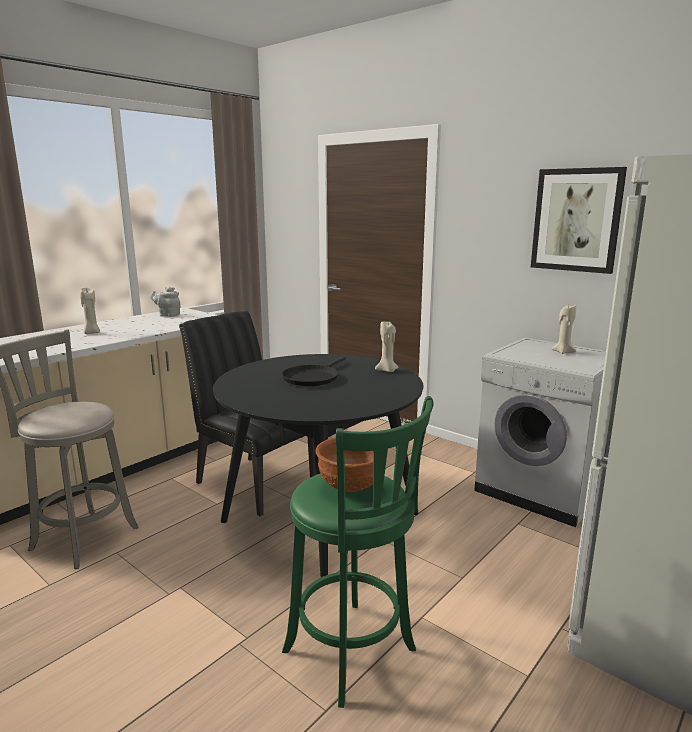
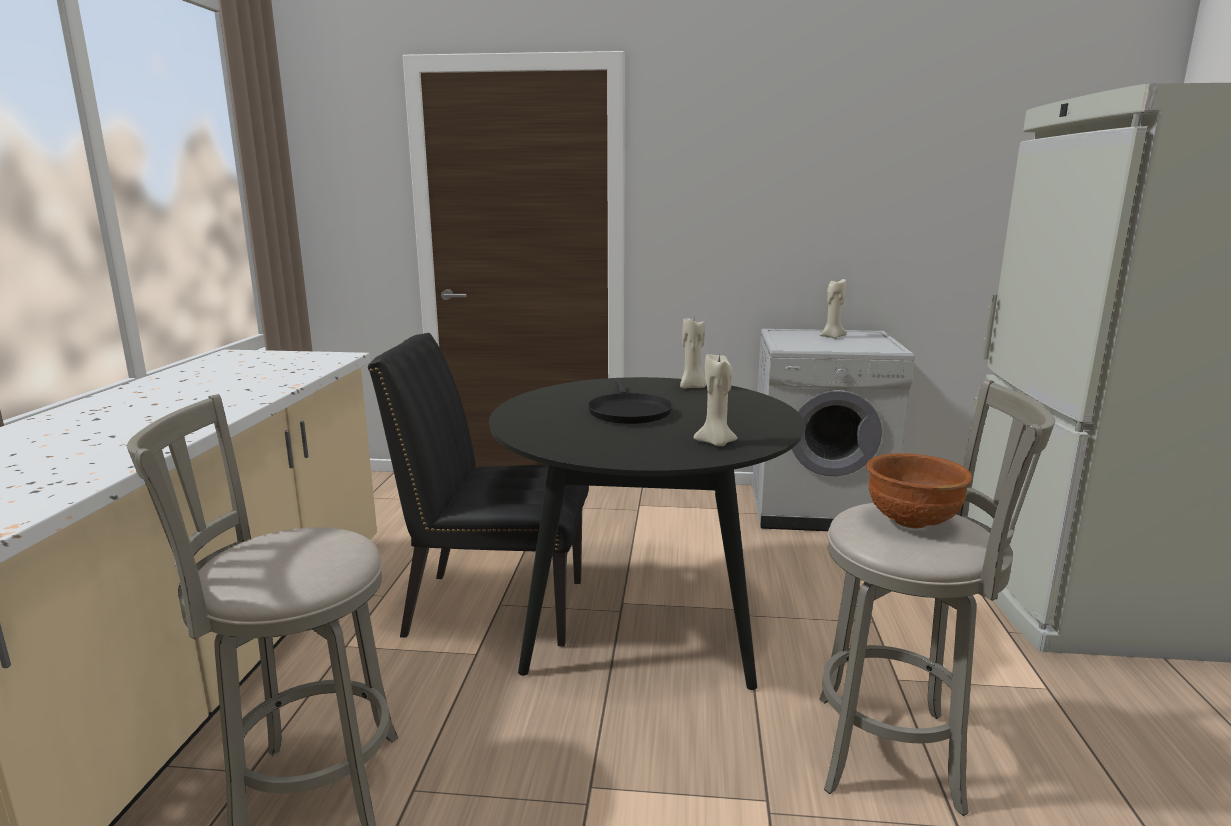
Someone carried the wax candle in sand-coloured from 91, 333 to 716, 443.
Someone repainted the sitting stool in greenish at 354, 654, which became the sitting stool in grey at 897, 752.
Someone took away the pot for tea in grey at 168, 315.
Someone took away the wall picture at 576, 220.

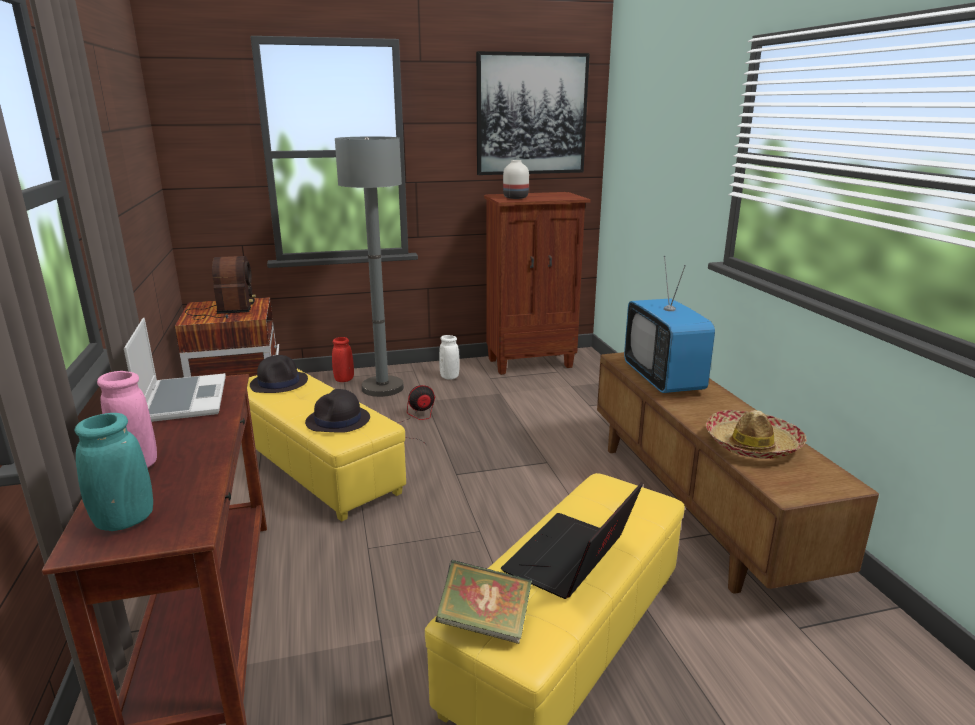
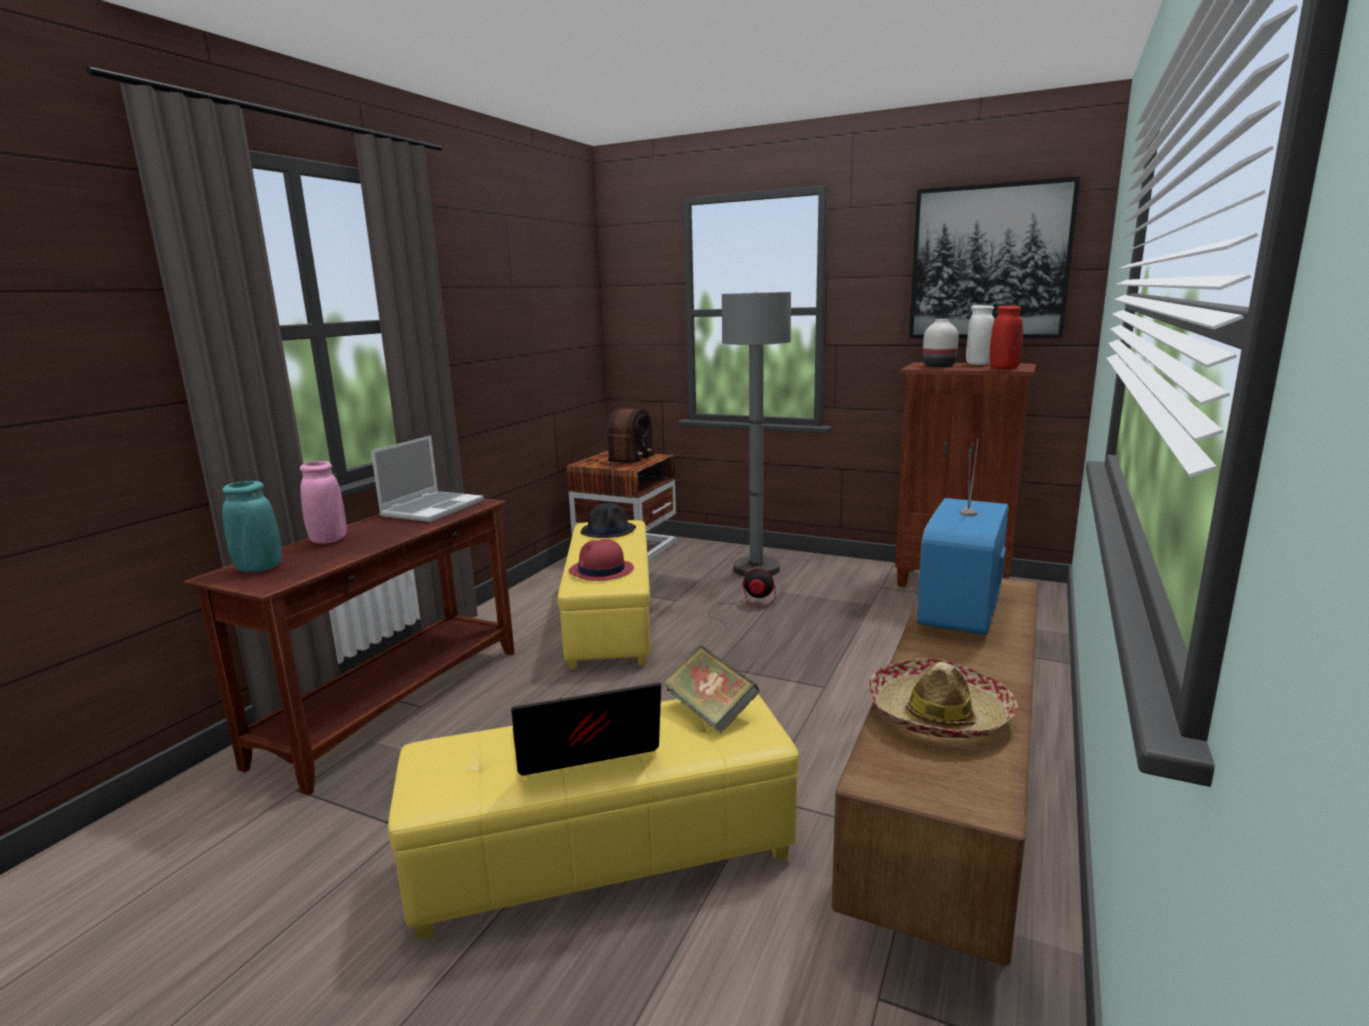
Someone repainted the hat in black-coloured at 338, 421, which became the hat in red-coloured at 601, 571.
Someone carried the bound book from 484, 623 to 710, 711.
Someone carried the flower vase in white-coloured from 449, 377 to 978, 364.
Someone carried the flower vase in red-coloured from 344, 379 to 1004, 368.

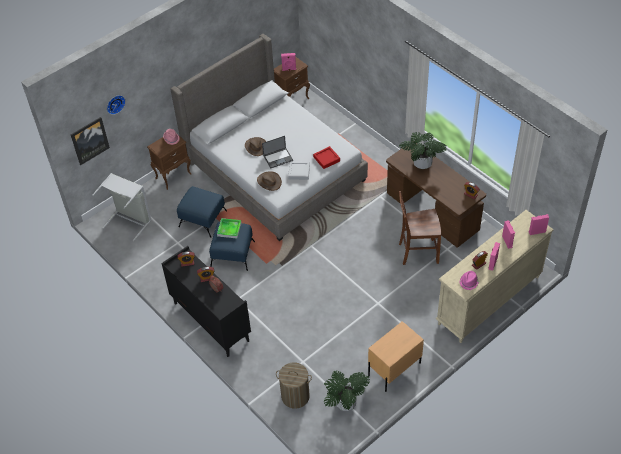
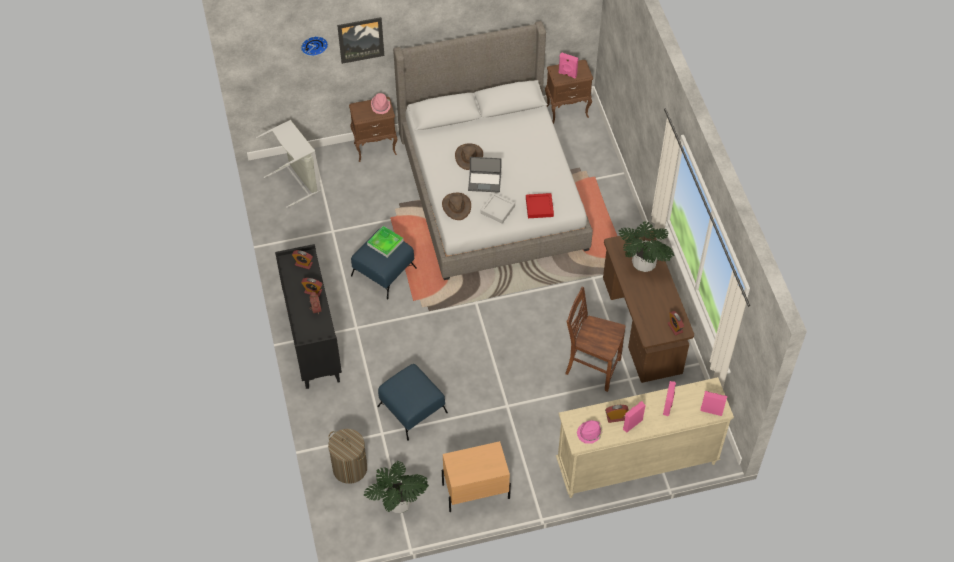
Someone carried the wall picture from 89, 140 to 360, 39.
Someone carried the pouffe in blue from 202, 218 to 412, 409.

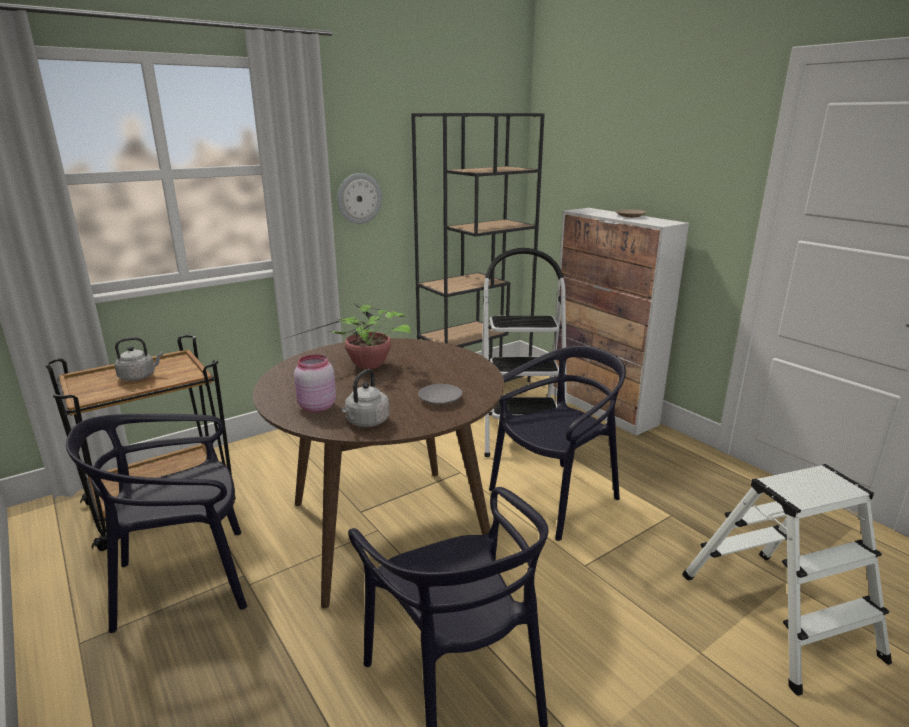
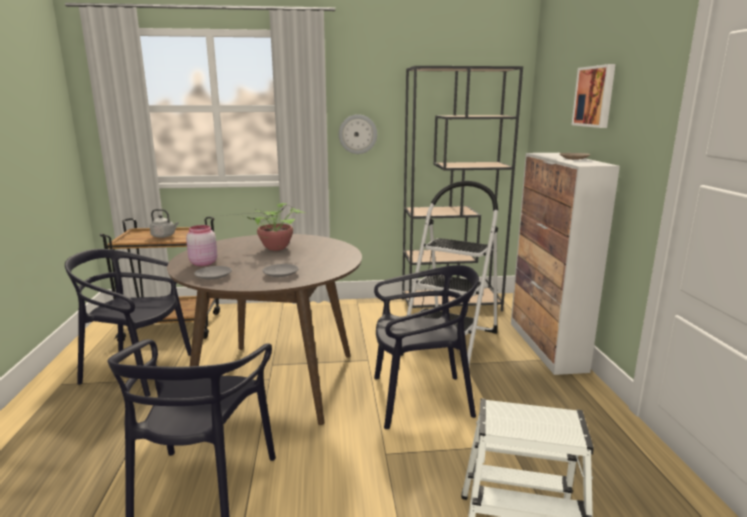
Someone swapped the tea kettle in grey at 366, 422 for the flat dish in grey at 213, 276.
Someone put up the wall picture at 595, 96.

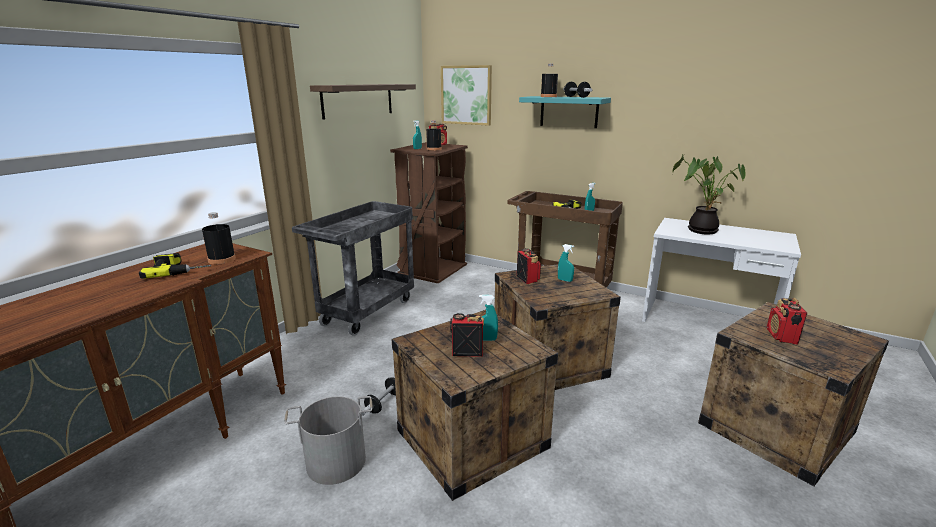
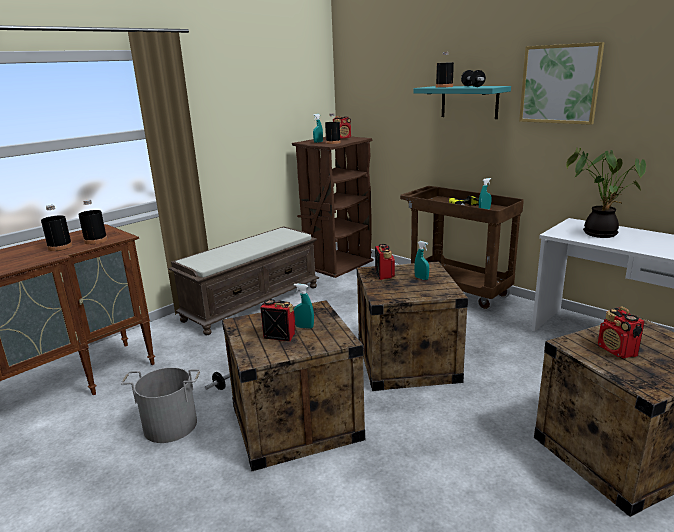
Someone swapped the electric drill at 180, 269 for the bottle in black-coloured at 60, 247.
Someone swapped the cart in grey at 365, 315 for the indoor bench in brown-coloured at 252, 302.
Someone carried the wall picture from 466, 95 to 560, 84.
Someone rotated the radio at 782, 337 by 45 degrees counterclockwise.
Someone took away the bracket shelf at 358, 100.

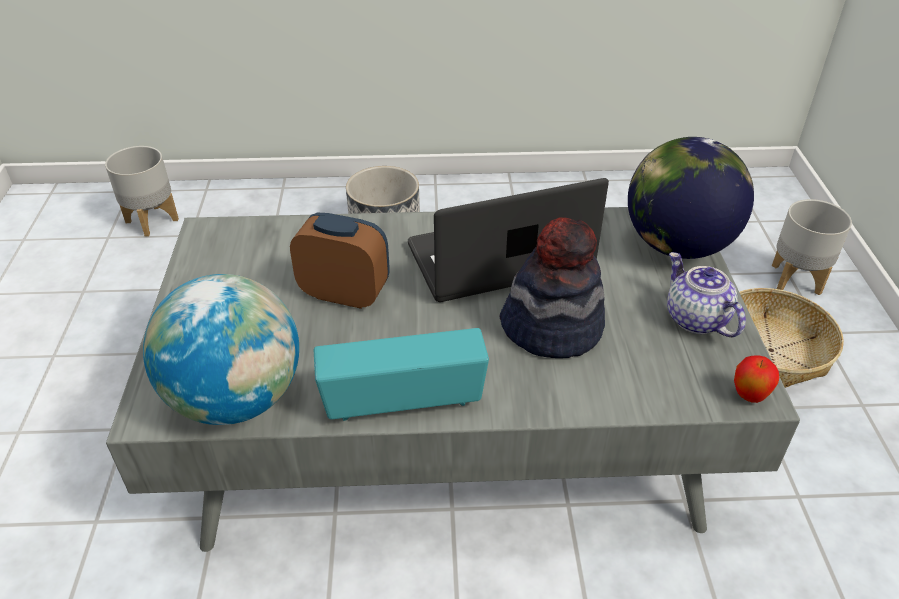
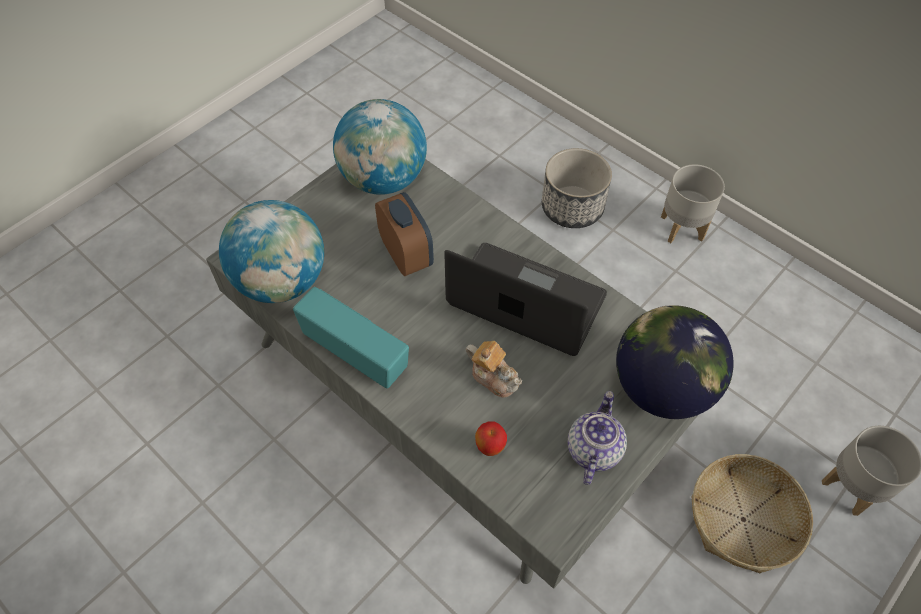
Someone put down the desk globe at 384, 179.
Someone swapped the hat at 552, 327 for the pot for tea at 494, 377.
Someone carried the apple from 749, 396 to 490, 447.
Someone carried the plant pot in grey from 152, 221 to 682, 228.

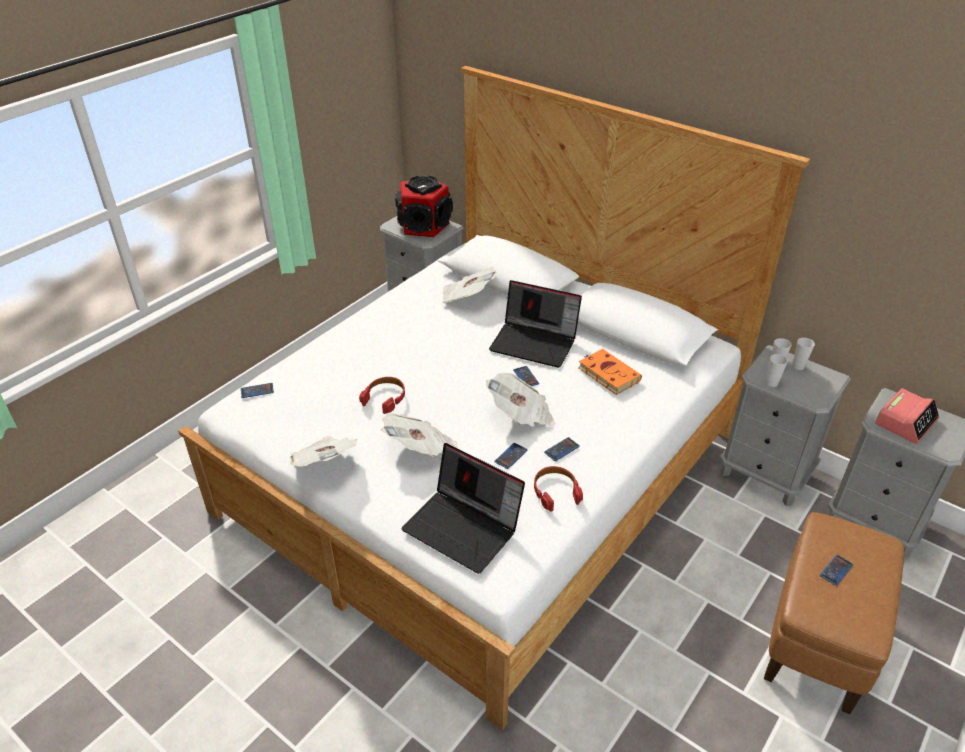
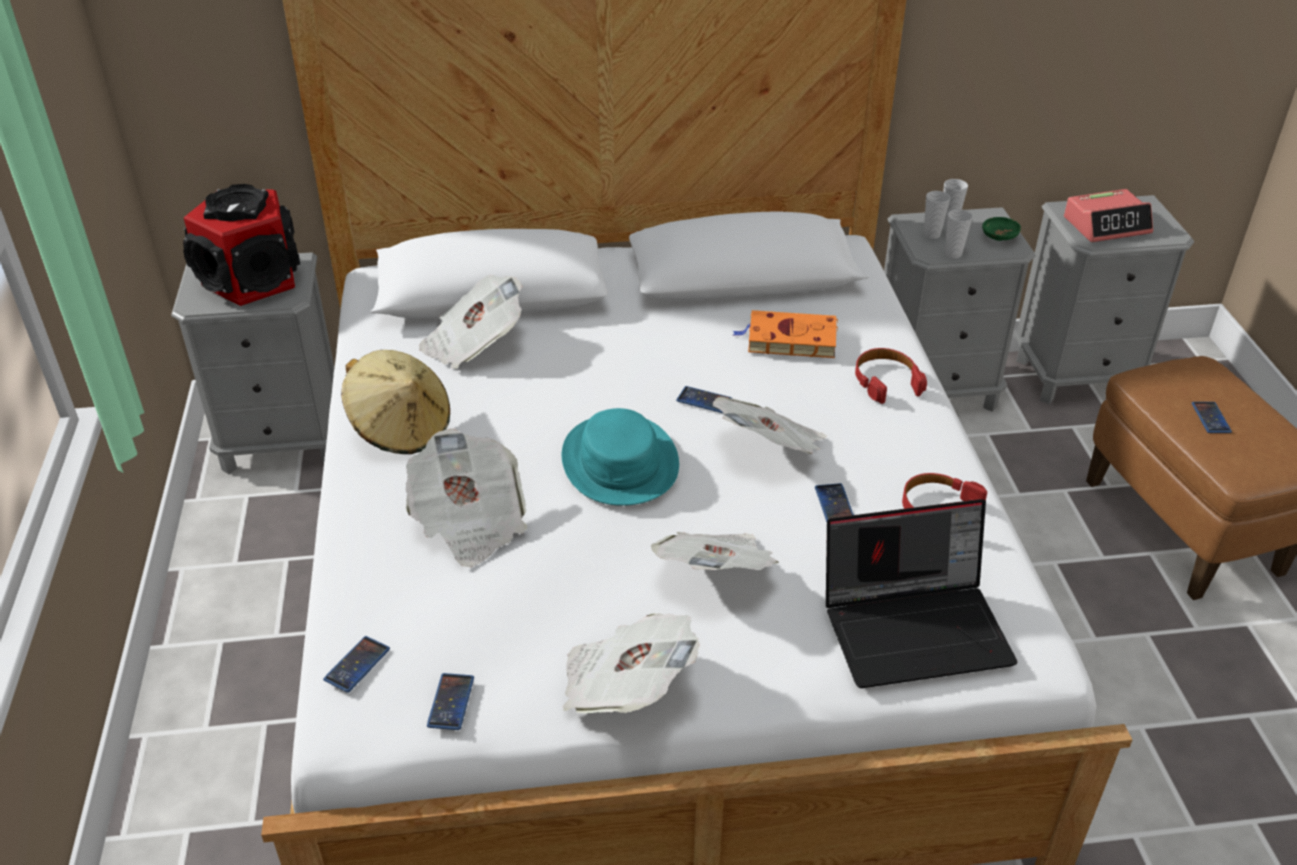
Someone put down the hat in sand-coloured at 401, 429.
Someone put down the newspaper at 469, 522.
Someone carried the phone from 561, 449 to 451, 702.
Someone put down the hat in blue-green at 620, 461.
Someone carried the headphones in red-coloured from 385, 398 to 886, 381.
Someone put down the deep dish in greenish at 999, 238.
Someone rotated the table clock at 906, 421 by 75 degrees clockwise.
Someone took away the laptop at 535, 343.

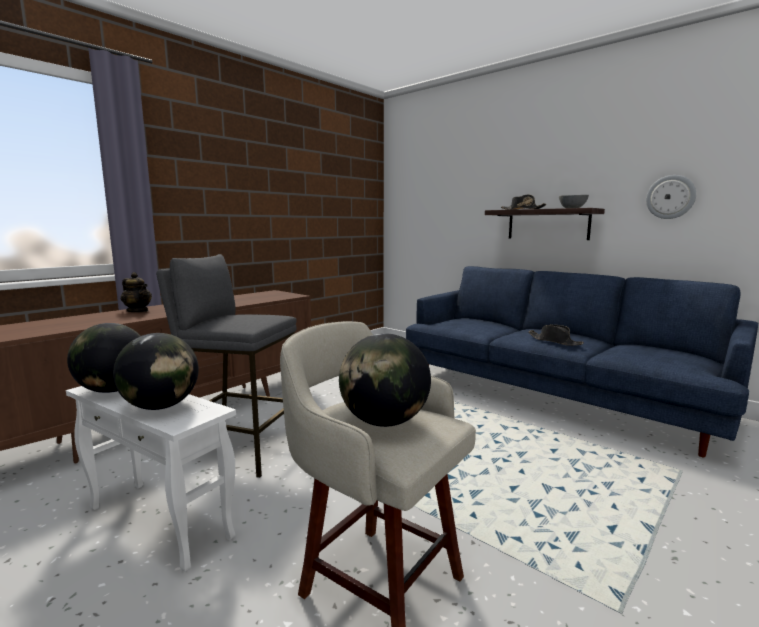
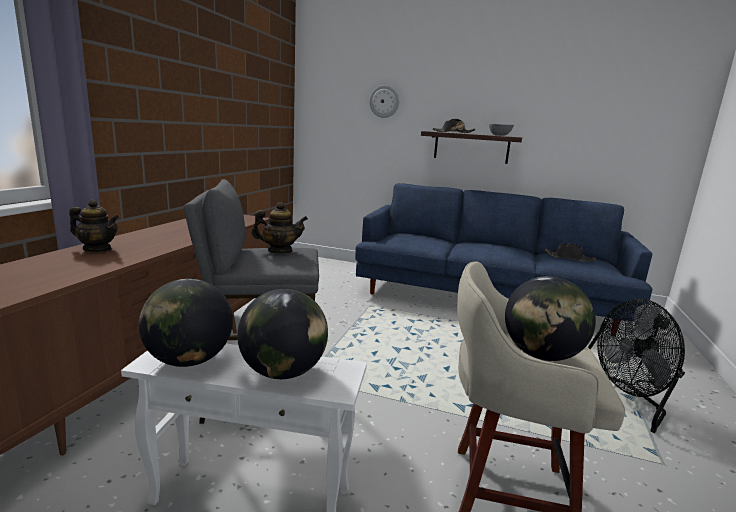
Someone put down the pot for tea at 280, 251.
Someone carried the clock on the wall from 670, 197 to 384, 101.
Someone carried the hat in black-coloured from 554, 341 to 569, 258.
Someone put down the fan in black-coloured at 629, 397.

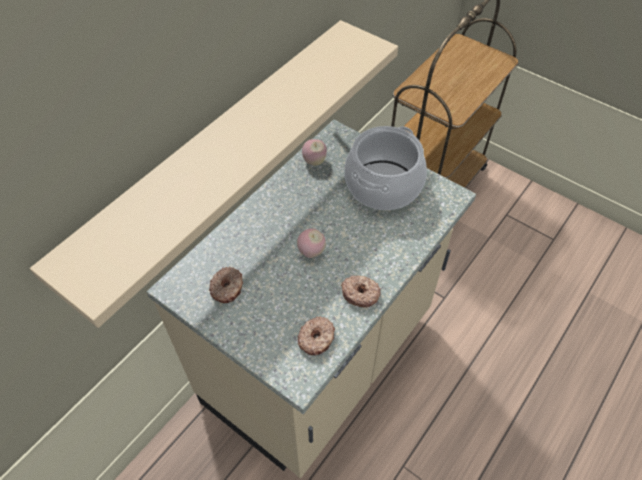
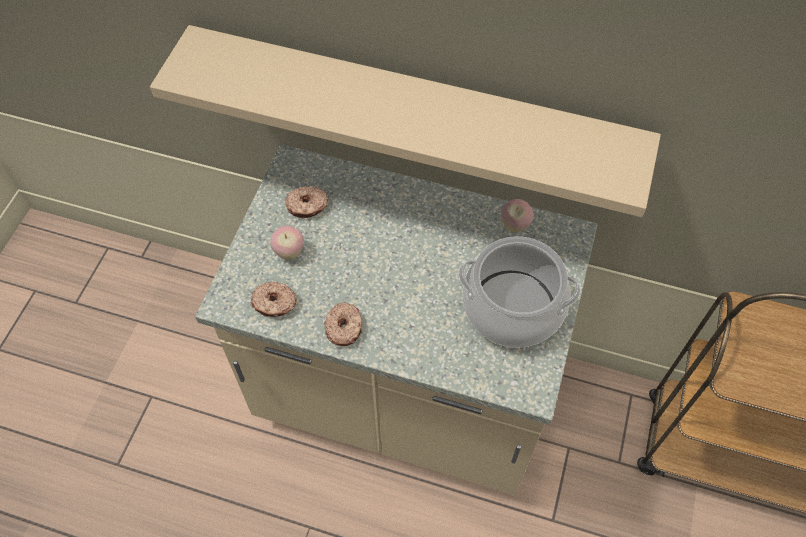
Someone carried the apple from 311, 252 to 289, 252.

